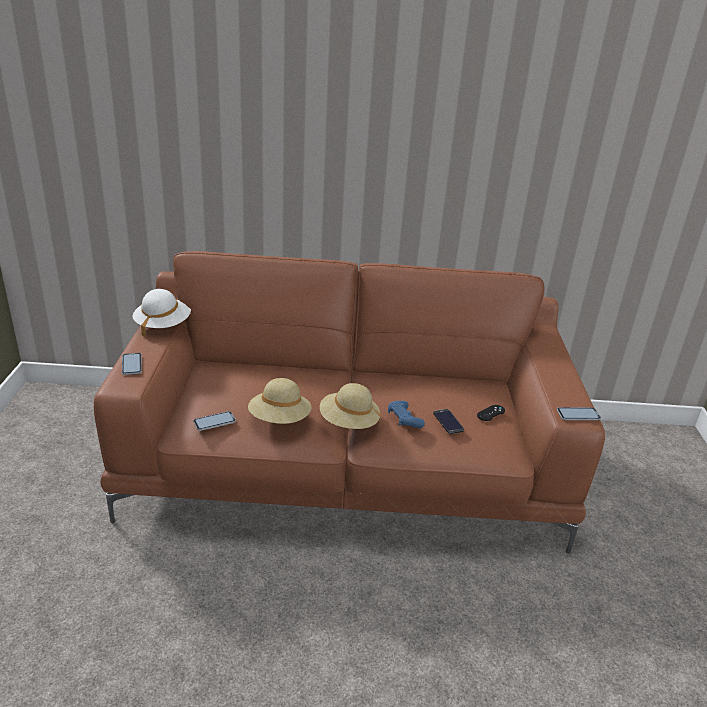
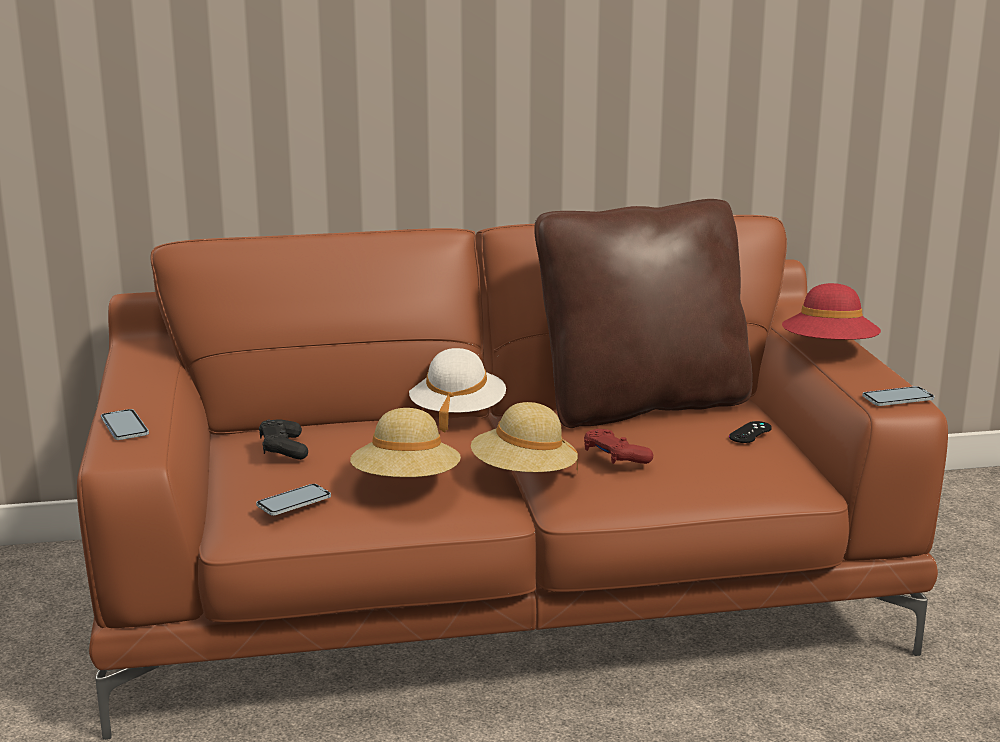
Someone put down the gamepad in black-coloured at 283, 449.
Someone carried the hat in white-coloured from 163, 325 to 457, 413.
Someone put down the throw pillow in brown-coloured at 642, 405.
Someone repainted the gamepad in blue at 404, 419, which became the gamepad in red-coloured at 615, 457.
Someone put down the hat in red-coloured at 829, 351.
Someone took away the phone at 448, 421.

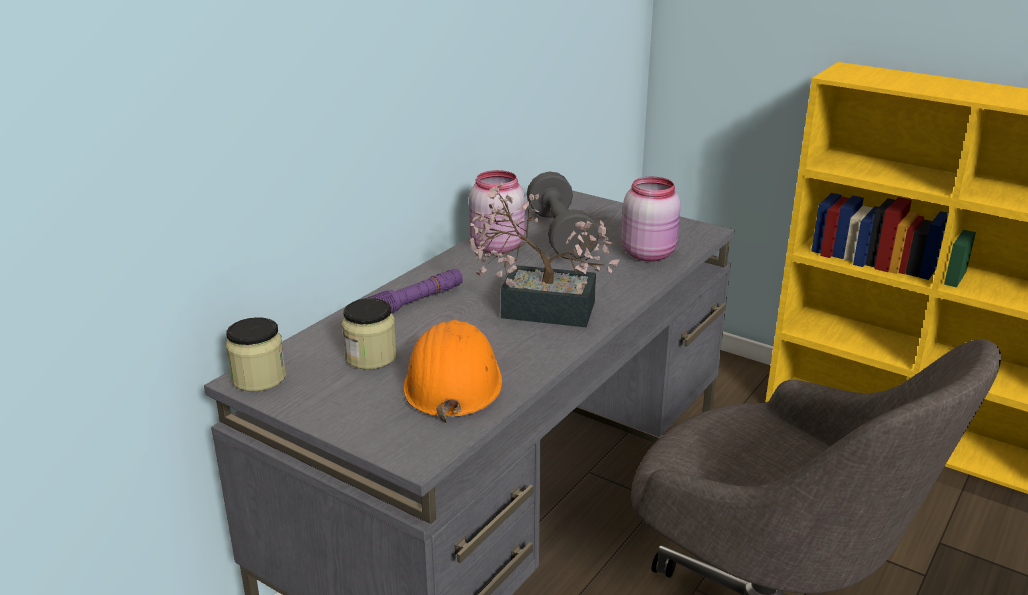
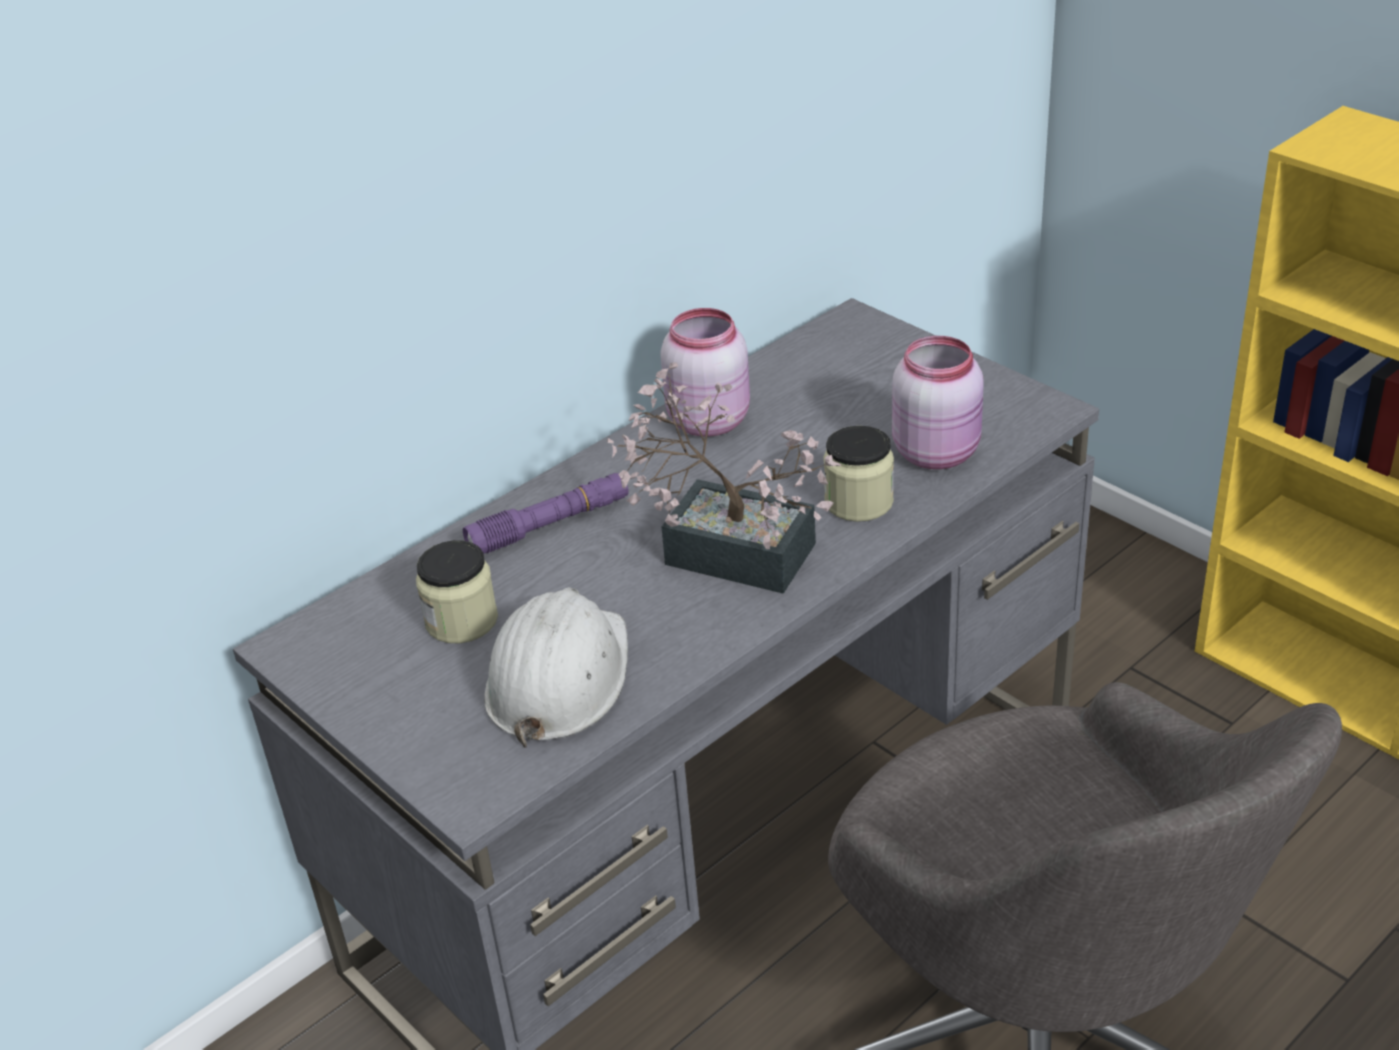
Someone repainted the hard hat in orange at 453, 382, which became the hard hat in white-coloured at 558, 678.
Someone carried the preserve jar from 259, 378 to 858, 502.
Someone took away the free weight in grey at 560, 235.

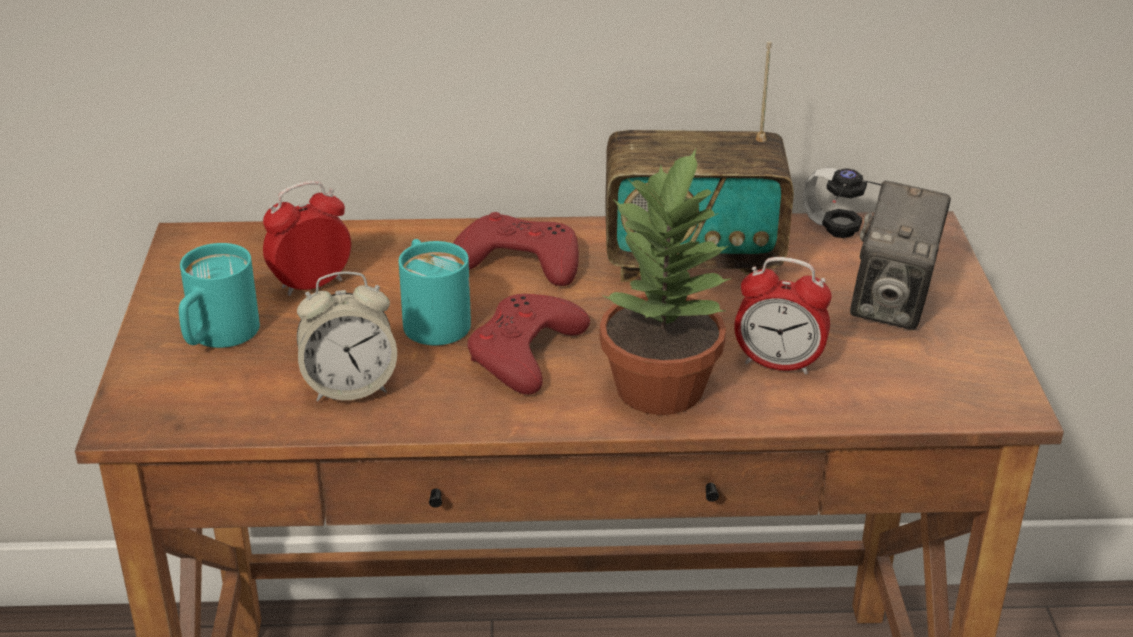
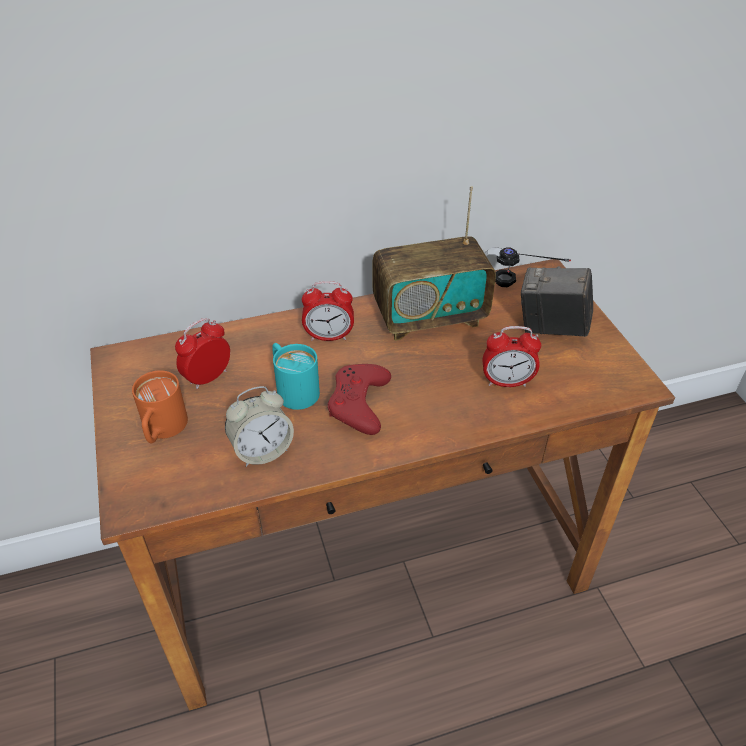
Someone repainted the coffee mug in blue-green at 216, 337, which became the coffee mug in orange at 162, 430.
Someone swapped the gamepad in red-coloured at 518, 261 for the table clock at 329, 337.
Someone rotated the photo camera at 892, 303 by 105 degrees clockwise.
Someone took away the potted plant at 662, 389.

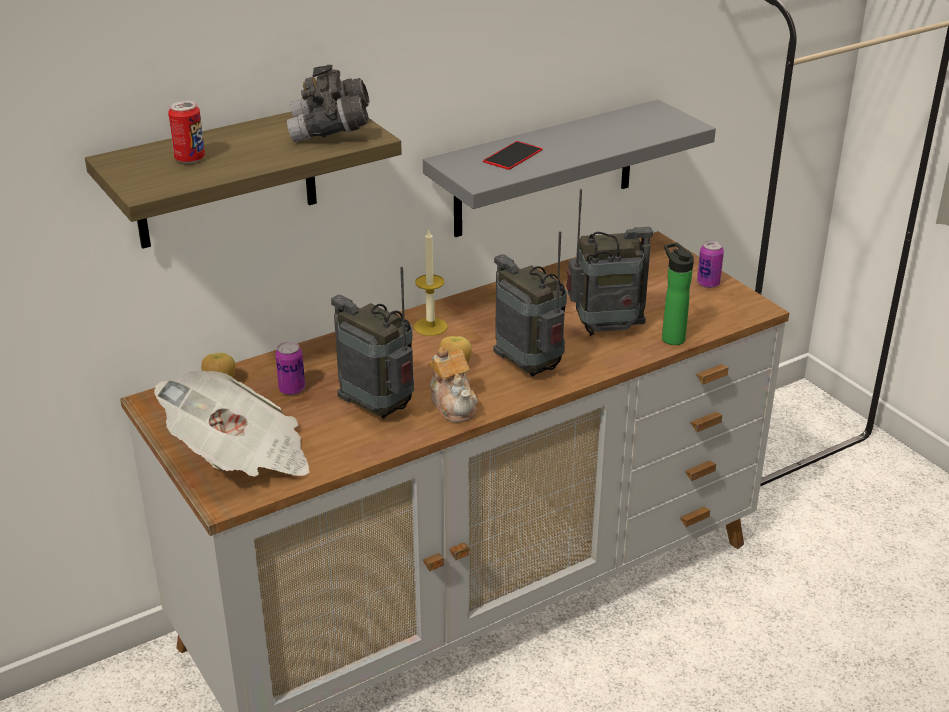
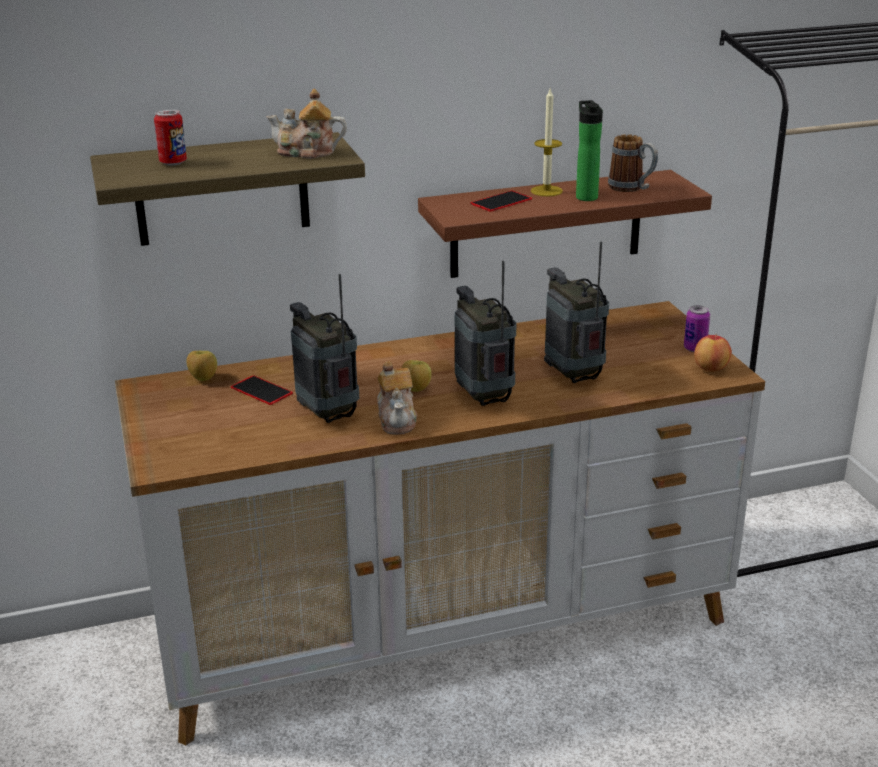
Someone swapped the metal can at 292, 389 for the phone at 261, 390.
Someone swapped the binoculars in grey at 331, 132 for the pot for tea at 307, 152.
Someone repainted the bracket shelf in grey at 544, 169, which became the bracket shelf in brown-coloured at 546, 224.
Someone carried the wax candle from 430, 327 to 546, 191.
Someone rotated the radio at 606, 329 by 120 degrees counterclockwise.
Someone carried the bottle from 671, 337 to 585, 196.
Someone put down the coffee mug at 632, 188.
Someone put down the apple at 710, 368.
Someone took away the newspaper at 241, 458.

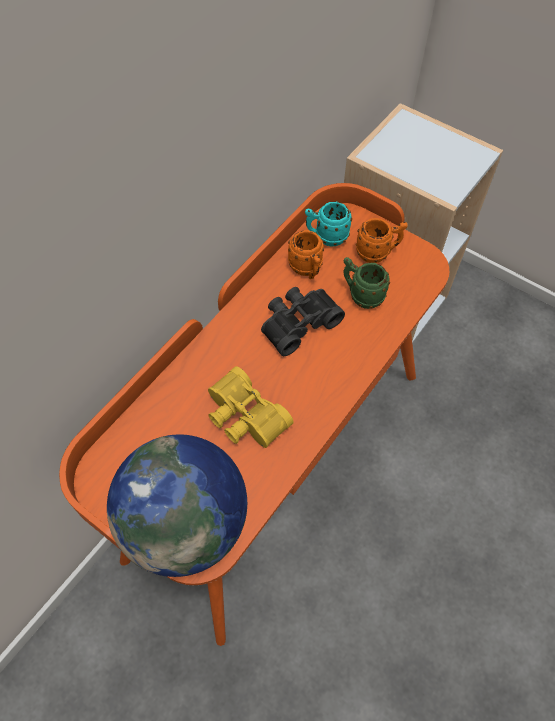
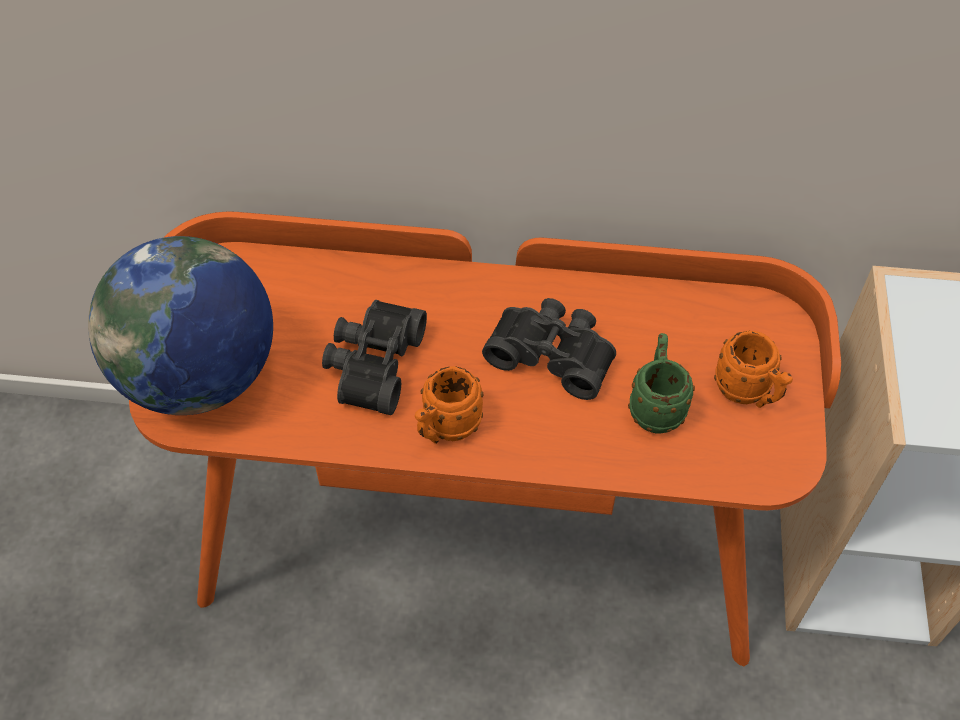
Someone repainted the binoculars in yellow at 244, 417, which became the binoculars in black-coloured at 372, 364.
Someone carried the coffee mug in orange from 307, 270 to 446, 429.
Someone took away the coffee mug in blue-green at 326, 237.

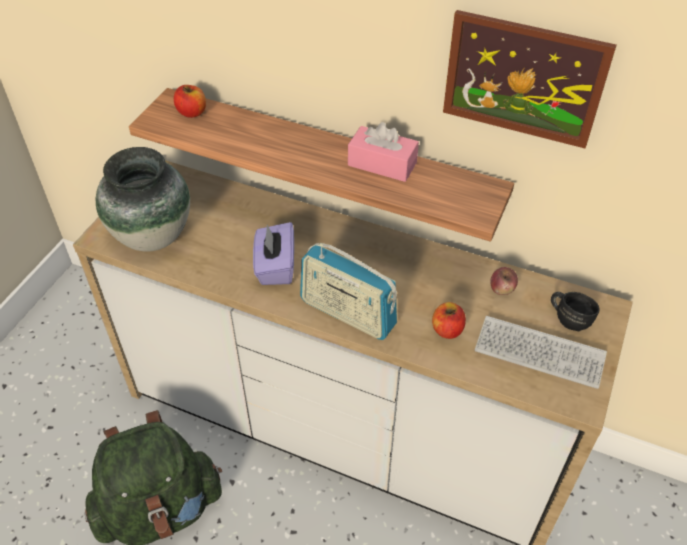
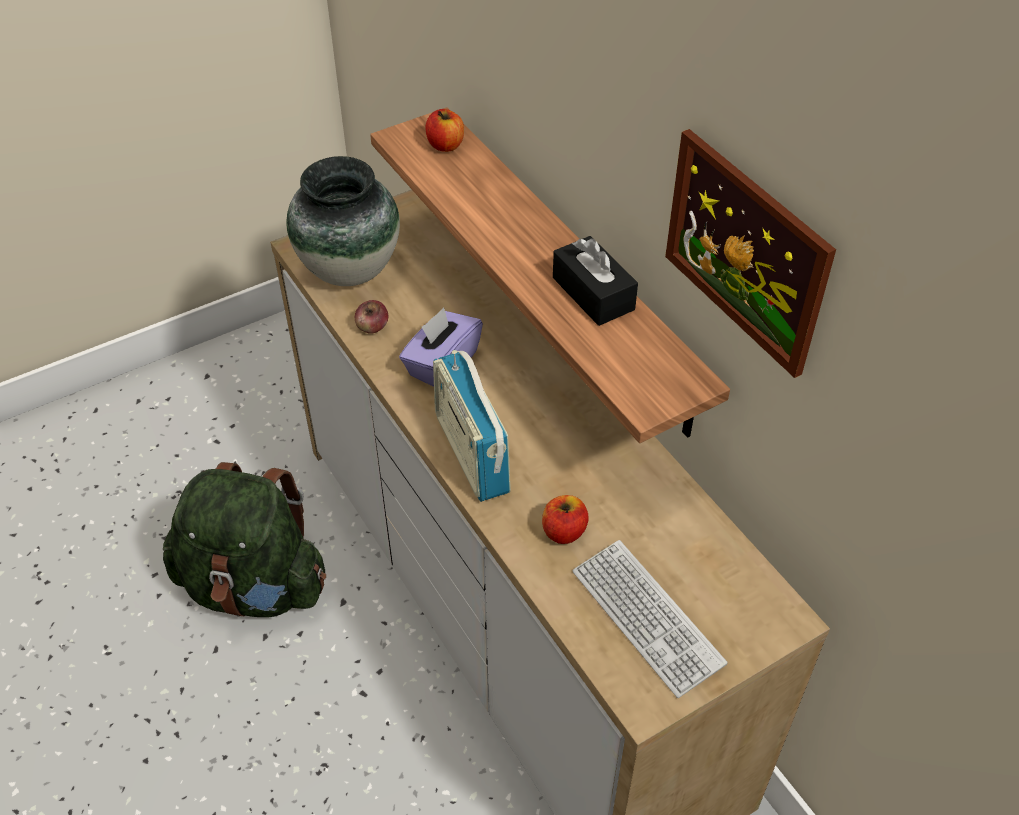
Someone carried the apple from 502, 289 to 372, 327.
Someone repainted the tissue holder in pink-coloured at 382, 164, which became the tissue holder in black-coloured at 593, 293.
Someone took away the coffee mug in black-coloured at 569, 318.

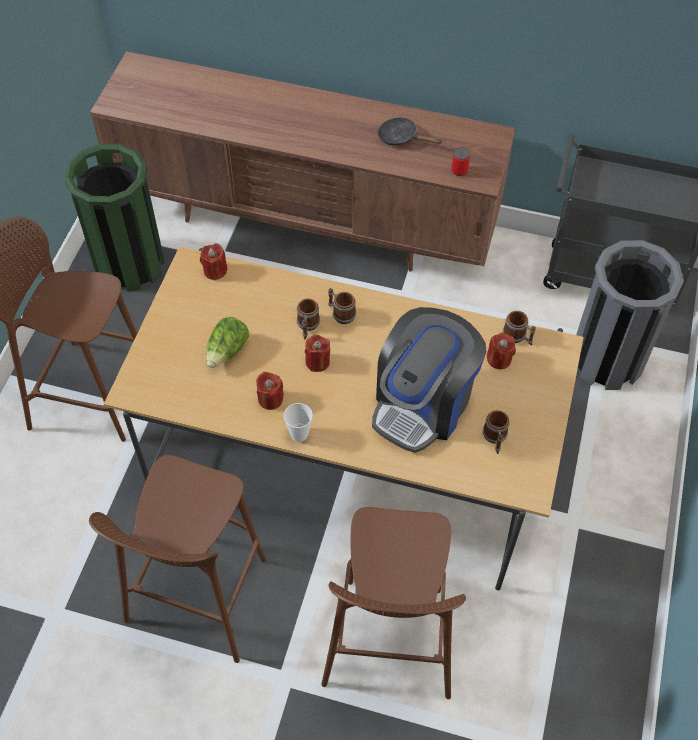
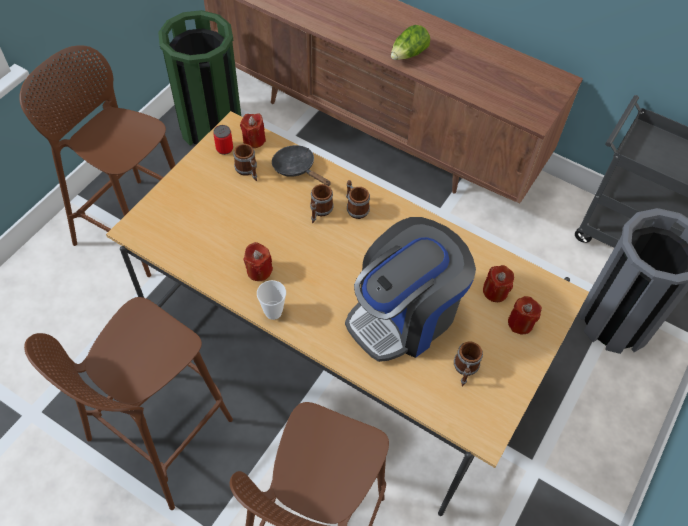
Someone carried the metal can from 459, 170 to 224, 148.
Someone carried the coffee mug from 517, 337 to 248, 171.
Someone carried the frying pan in black-coloured from 401, 138 to 297, 168.
Someone carried the lettuce from 227, 351 to 408, 54.
Someone carried the wax candle in red-coloured from 317, 362 to 520, 323.

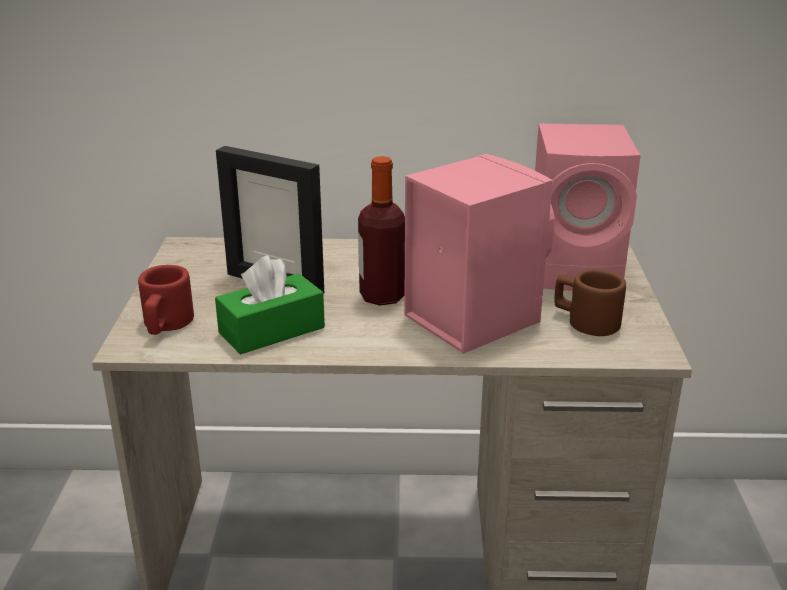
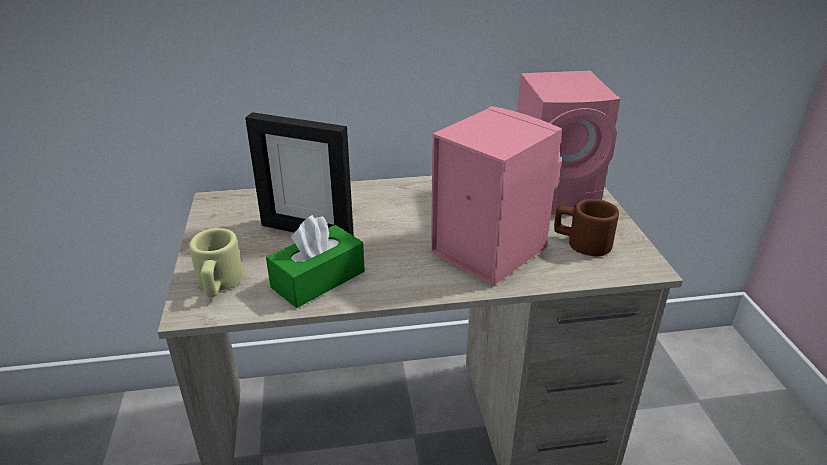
Someone repainted the coffee mug in red-coloured at 165, 325, which became the coffee mug in sand-coloured at 218, 284.
Someone took away the bottle at 382, 296.

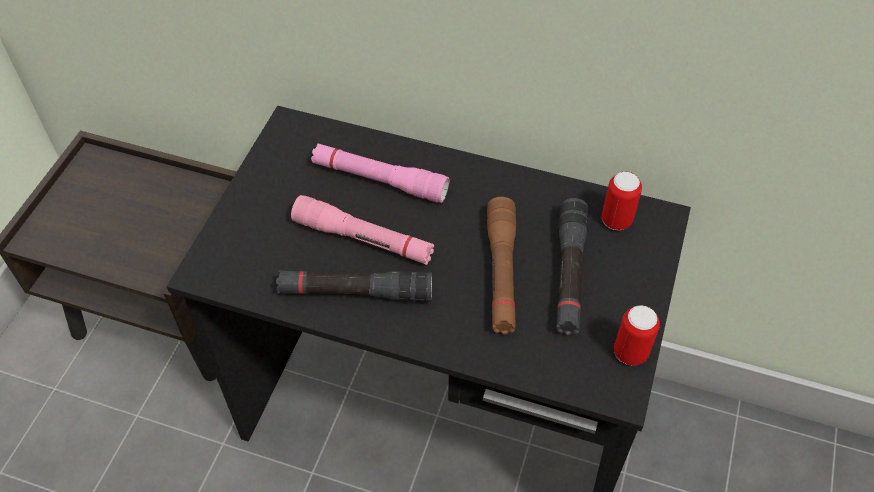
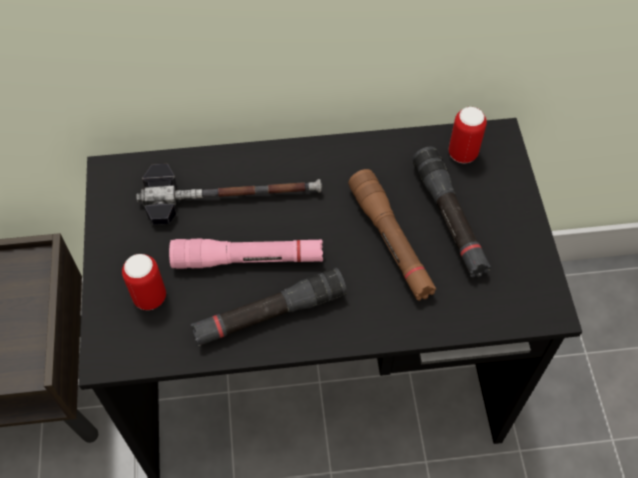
Someone carried the metal can from 630, 353 to 150, 297.
Someone swapped the flashlight in pink-coloured at 379, 180 for the tool hammer at 231, 195.

